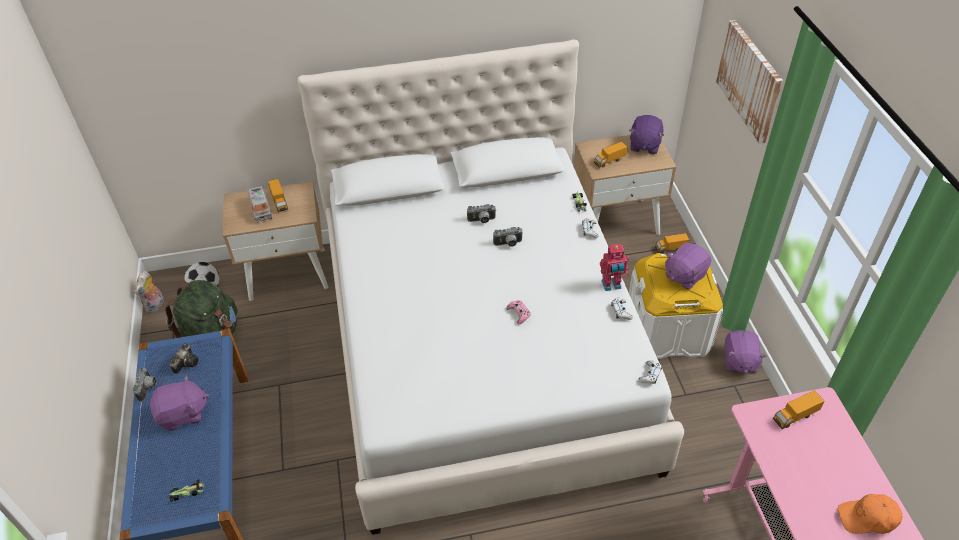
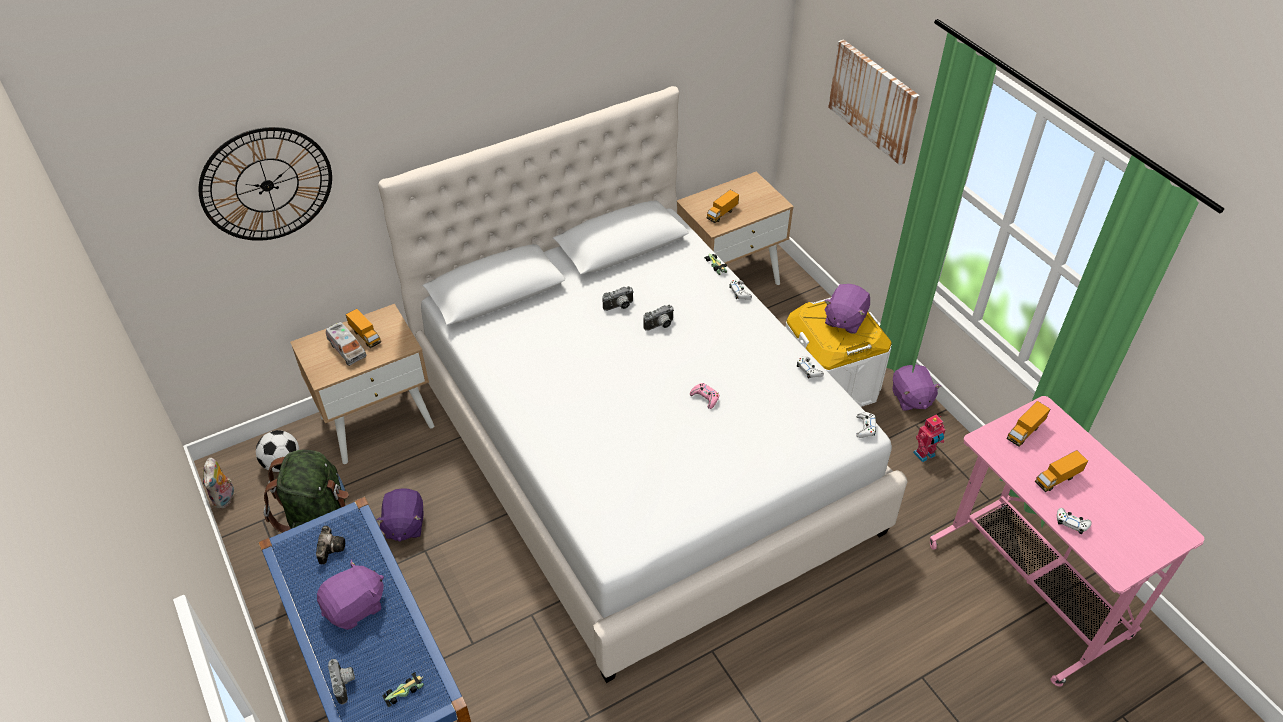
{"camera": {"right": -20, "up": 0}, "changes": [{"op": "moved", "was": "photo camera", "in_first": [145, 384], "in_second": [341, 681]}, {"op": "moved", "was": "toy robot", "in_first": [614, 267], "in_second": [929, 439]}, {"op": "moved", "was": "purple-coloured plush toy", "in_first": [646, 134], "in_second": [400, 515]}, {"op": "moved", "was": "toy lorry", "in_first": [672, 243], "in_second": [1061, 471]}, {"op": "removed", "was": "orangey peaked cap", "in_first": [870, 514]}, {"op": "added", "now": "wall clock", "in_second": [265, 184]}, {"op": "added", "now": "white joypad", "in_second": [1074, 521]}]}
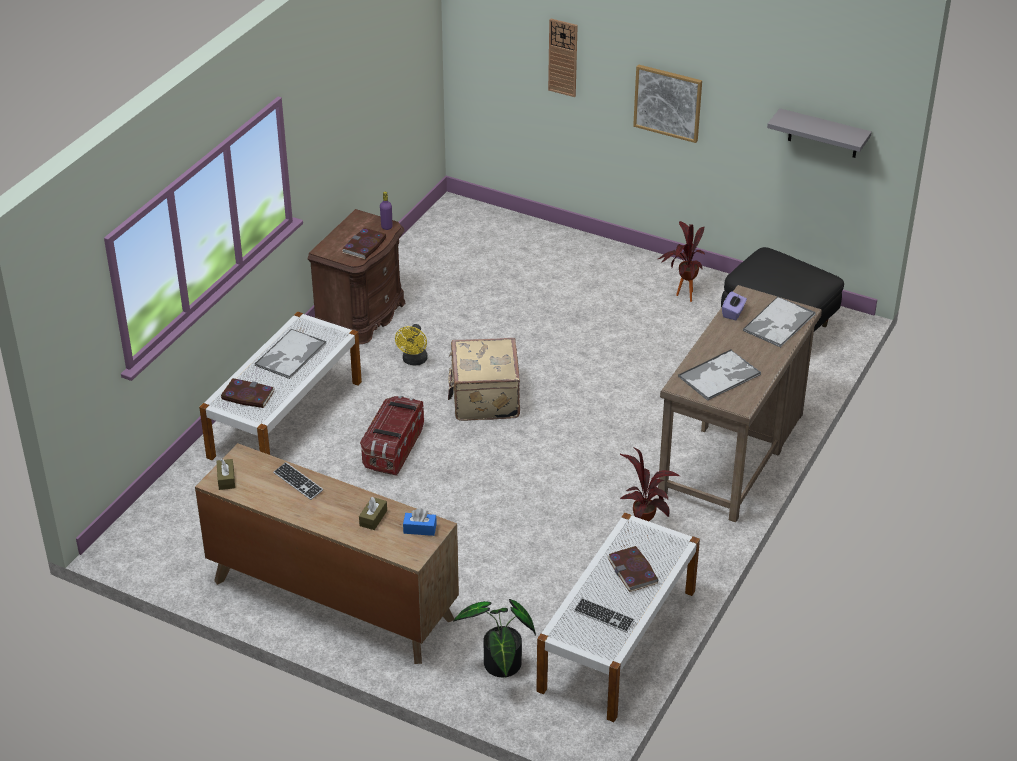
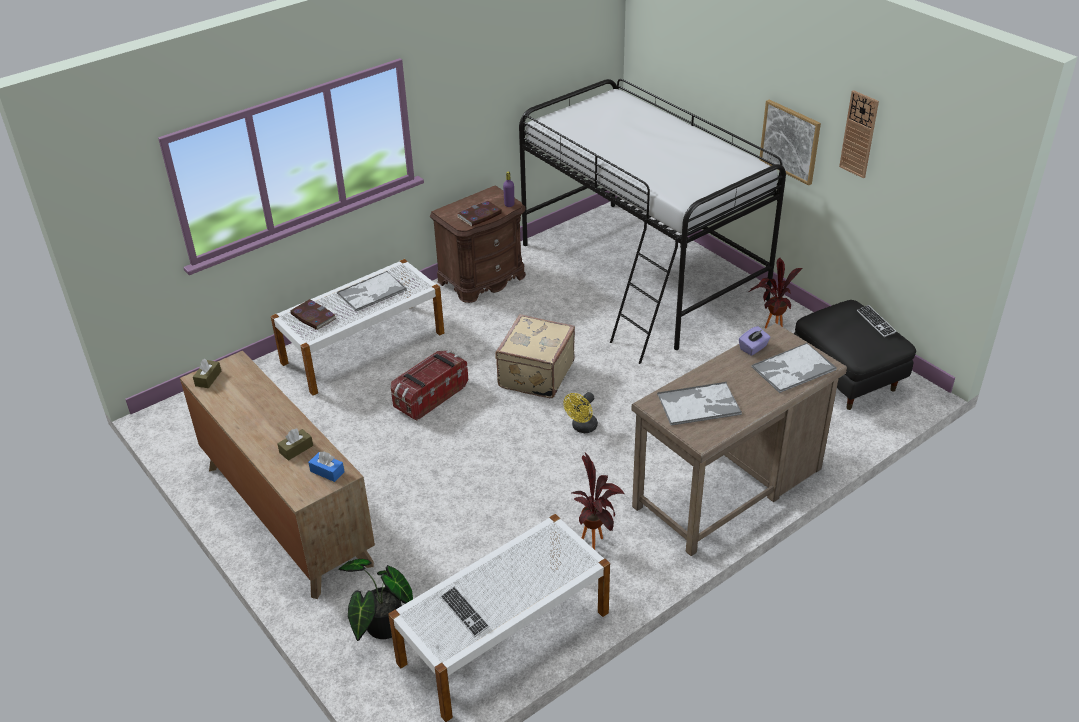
{"camera": {"right": 25, "up": 0}, "changes": [{"op": "moved", "was": "PC keyboard", "in_first": [298, 481], "in_second": [876, 321]}, {"op": "moved", "was": "yellow-coloured cooling fan", "in_first": [411, 344], "in_second": [580, 412]}, {"op": "moved", "was": "wall clock", "in_first": [563, 57], "in_second": [859, 134]}, {"op": "removed", "was": "book", "in_first": [632, 569]}, {"op": "removed", "was": "grey wall shelf", "in_first": [819, 133]}, {"op": "added", "now": "blackish bedroom bed", "in_second": [652, 221]}]}
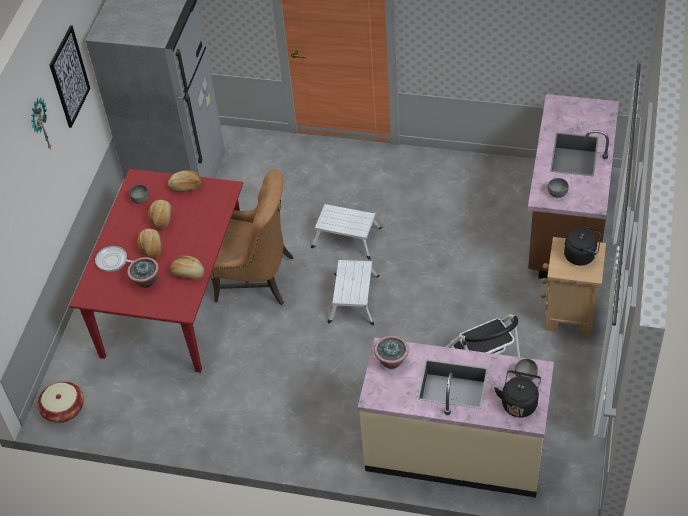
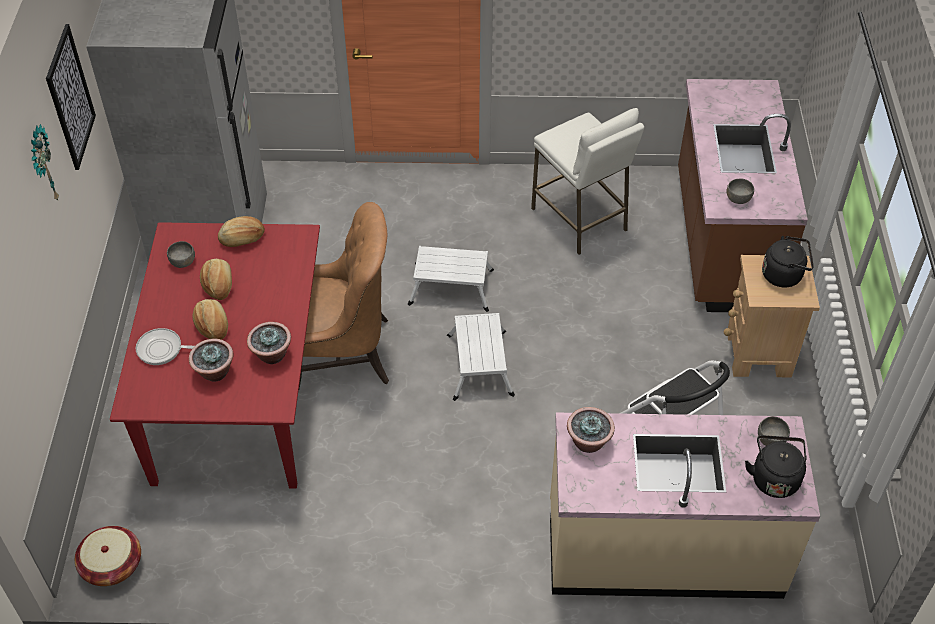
{"camera": {"right": -15, "up": 0}, "changes": [{"op": "replaced", "was": "baked bread", "now": "houseplant", "in_first": [187, 267], "in_second": [269, 343]}, {"op": "added", "now": "white sitting stool", "in_second": [587, 181]}]}
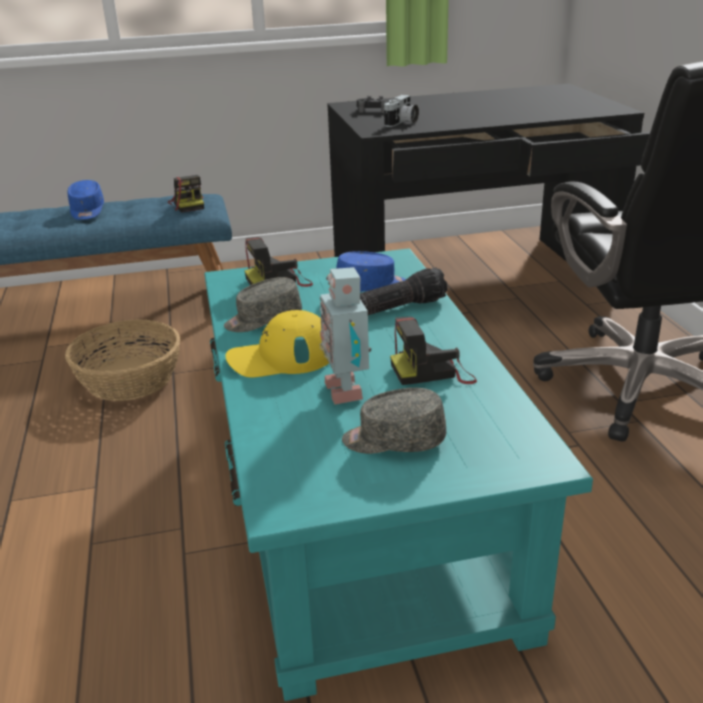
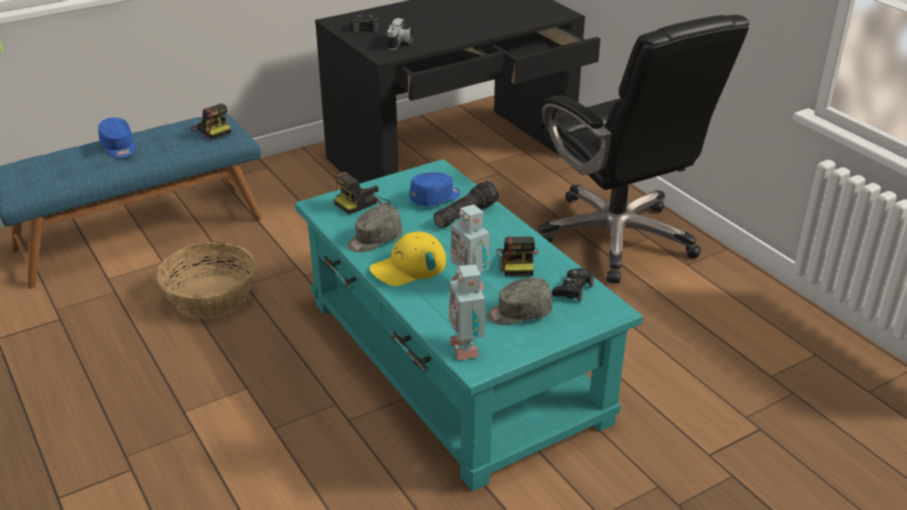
{"camera": {"right": -20, "up": 5}, "changes": [{"op": "turned", "was": "photo camera", "in_first": [433, 351], "in_second": [517, 256], "clockwise": -60}, {"op": "added", "now": "toy robot", "in_second": [467, 312]}, {"op": "added", "now": "blackish joypad", "in_second": [573, 285]}]}
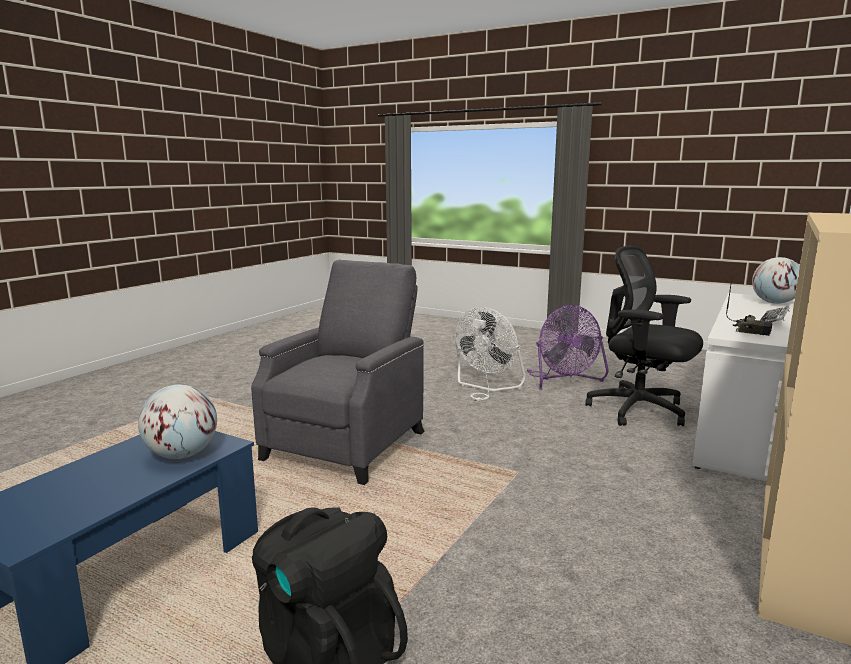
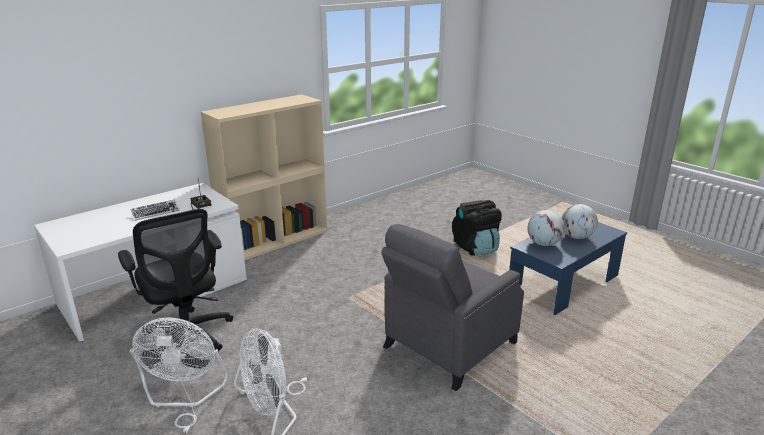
{"camera": {"right": -160, "up": 10}, "changes": [{"op": "recoloured", "was": "purple-coloured cooling fan", "now": "white cooling fan", "in_first": [568, 347], "in_second": [179, 375]}, {"op": "moved", "was": "desk globe", "in_first": [776, 280], "in_second": [579, 221]}]}
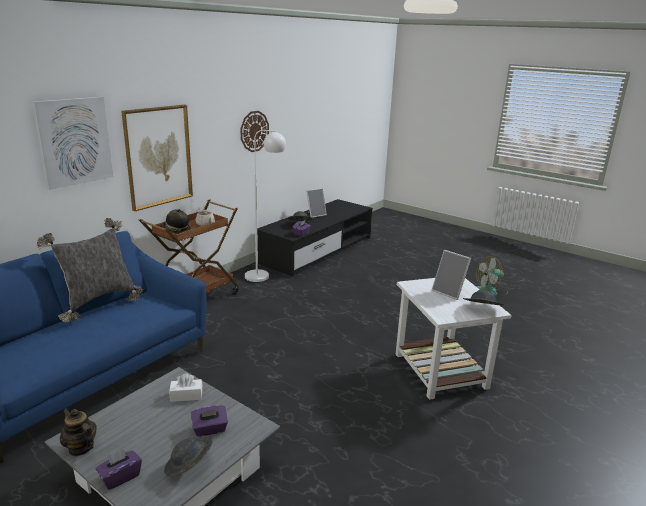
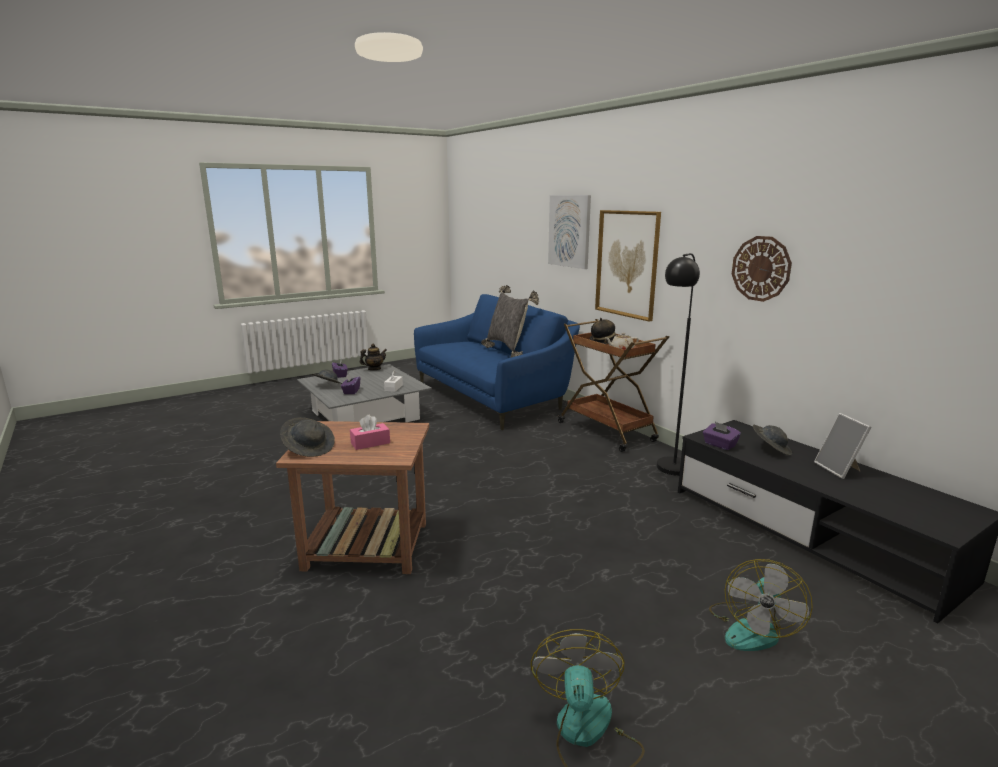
{"camera": {"right": 110, "up": -5}, "changes": [{"op": "recoloured", "was": "white standing lamp", "now": "blackish standing lamp", "in_first": [265, 206], "in_second": [678, 364]}, {"op": "recoloured", "was": "white accent table", "now": "brown-coloured accent table", "in_first": [454, 339], "in_second": [352, 497]}, {"op": "replaced", "was": "photo frame", "now": "pinkish tissue box", "in_first": [451, 275], "in_second": [370, 432]}, {"op": "added", "now": "cooling fan", "in_second": [761, 605]}]}
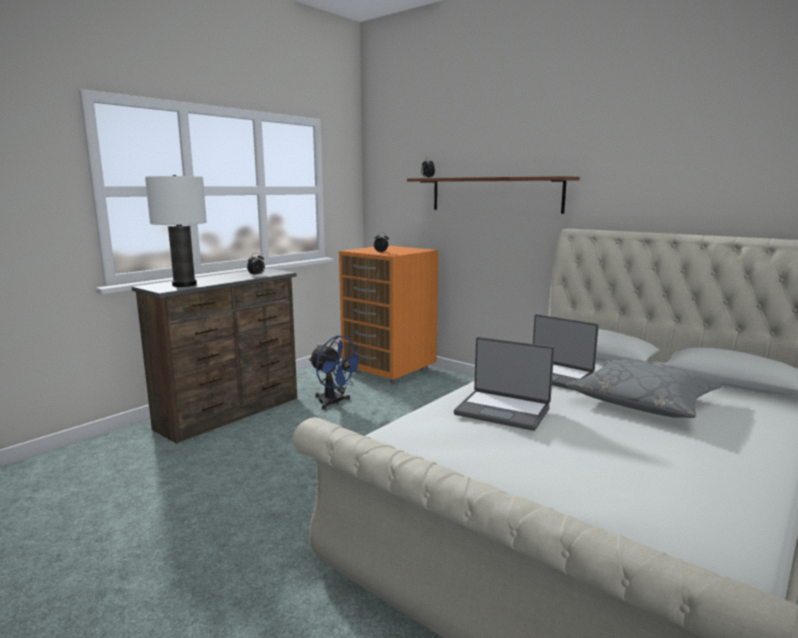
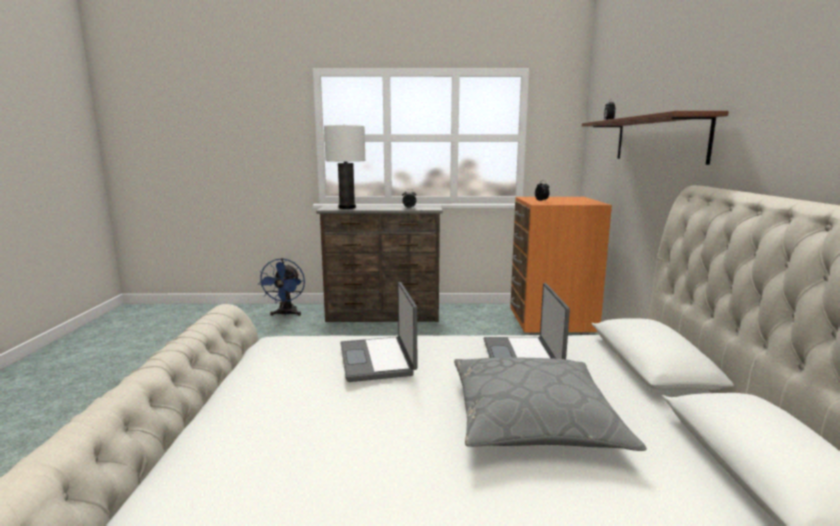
{"camera": {"right": 50, "up": 0}, "changes": [{"op": "moved", "was": "bluish cooling fan", "in_first": [336, 373], "in_second": [281, 287]}]}
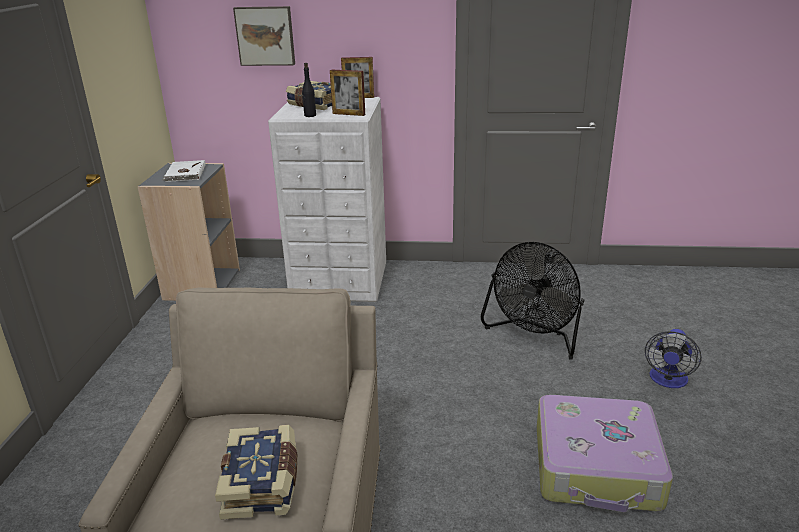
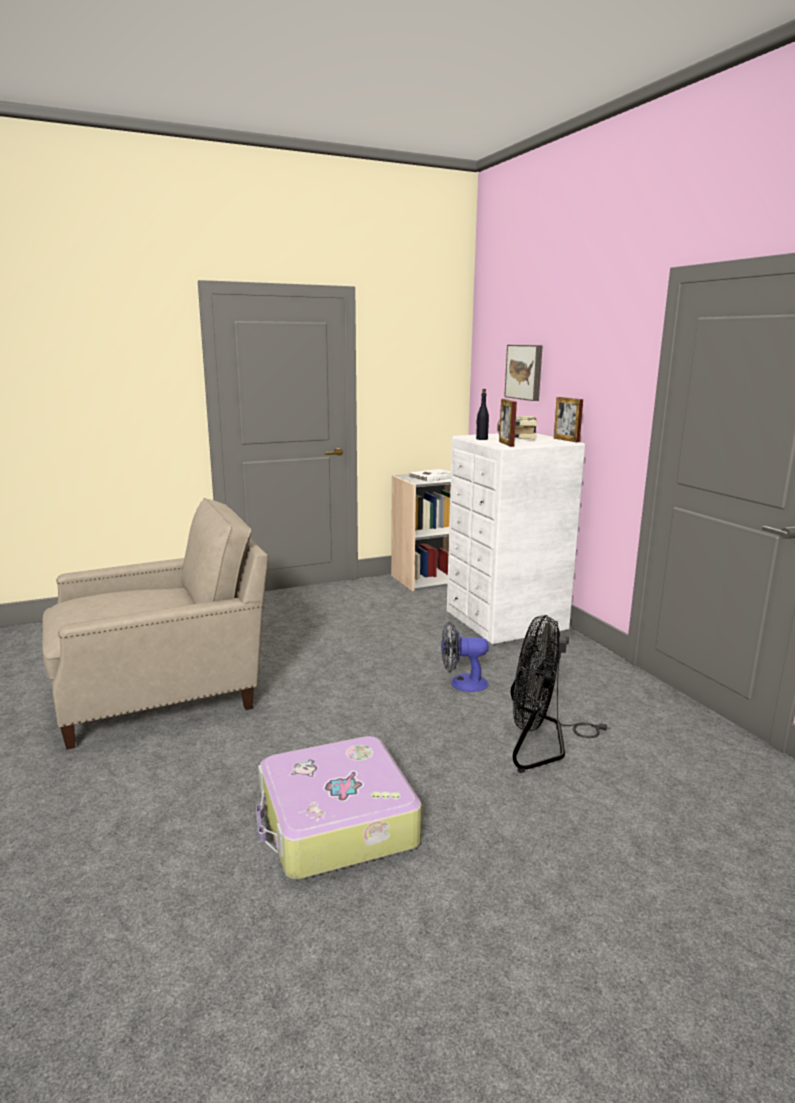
{"camera": {"right": 60, "up": -10}, "changes": [{"op": "removed", "was": "book", "in_first": [256, 472]}, {"op": "moved", "was": "cooling fan", "in_first": [673, 358], "in_second": [465, 657]}]}
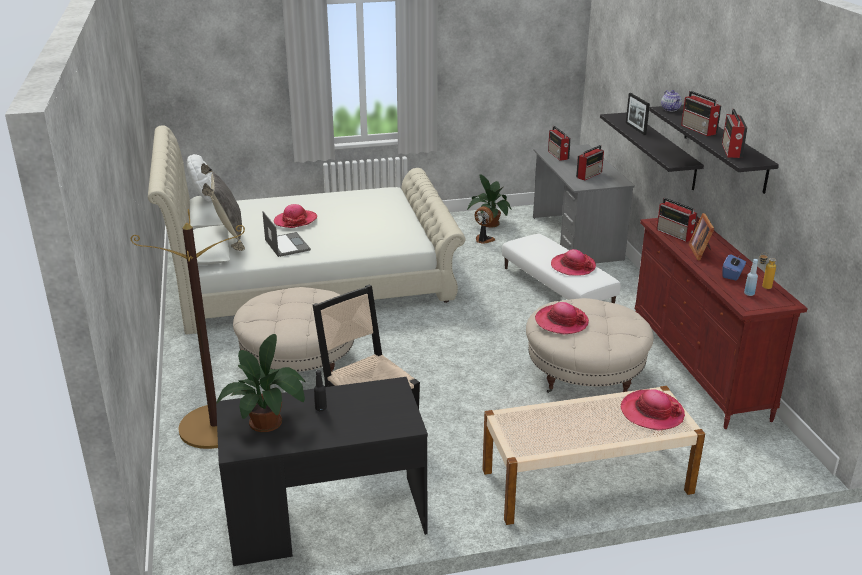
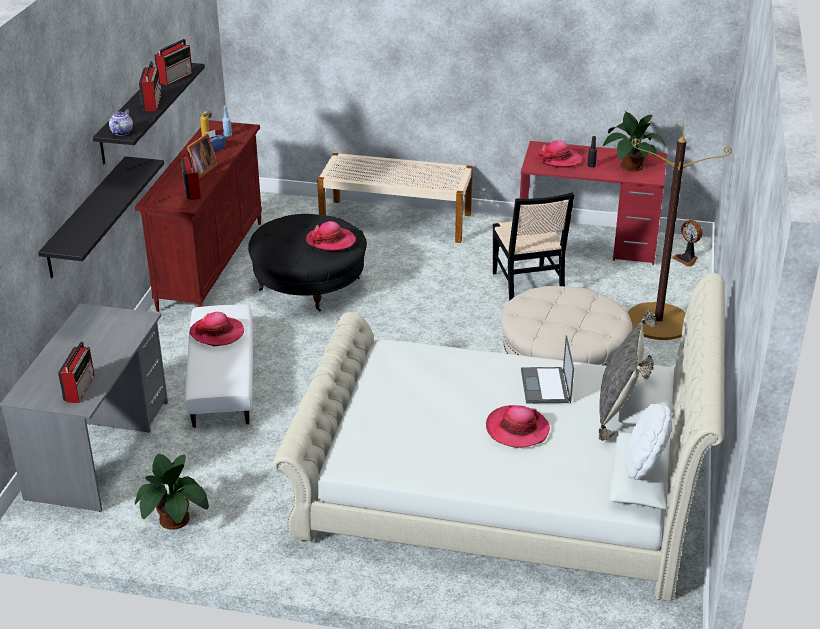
{"camera": {"right": -155, "up": 5}, "changes": [{"op": "recoloured", "was": "blackish desk", "now": "red-coloured desk", "in_first": [322, 471], "in_second": [593, 203]}, {"op": "moved", "was": "cooling fan", "in_first": [484, 225], "in_second": [687, 243]}, {"op": "recoloured", "was": "beige-coloured footrest", "now": "blackish footrest", "in_first": [589, 345], "in_second": [307, 262]}, {"op": "removed", "was": "radio", "in_first": [590, 162]}, {"op": "moved", "was": "wearable hat", "in_first": [652, 409], "in_second": [558, 154]}, {"op": "removed", "was": "photo frame", "in_first": [638, 114]}]}
